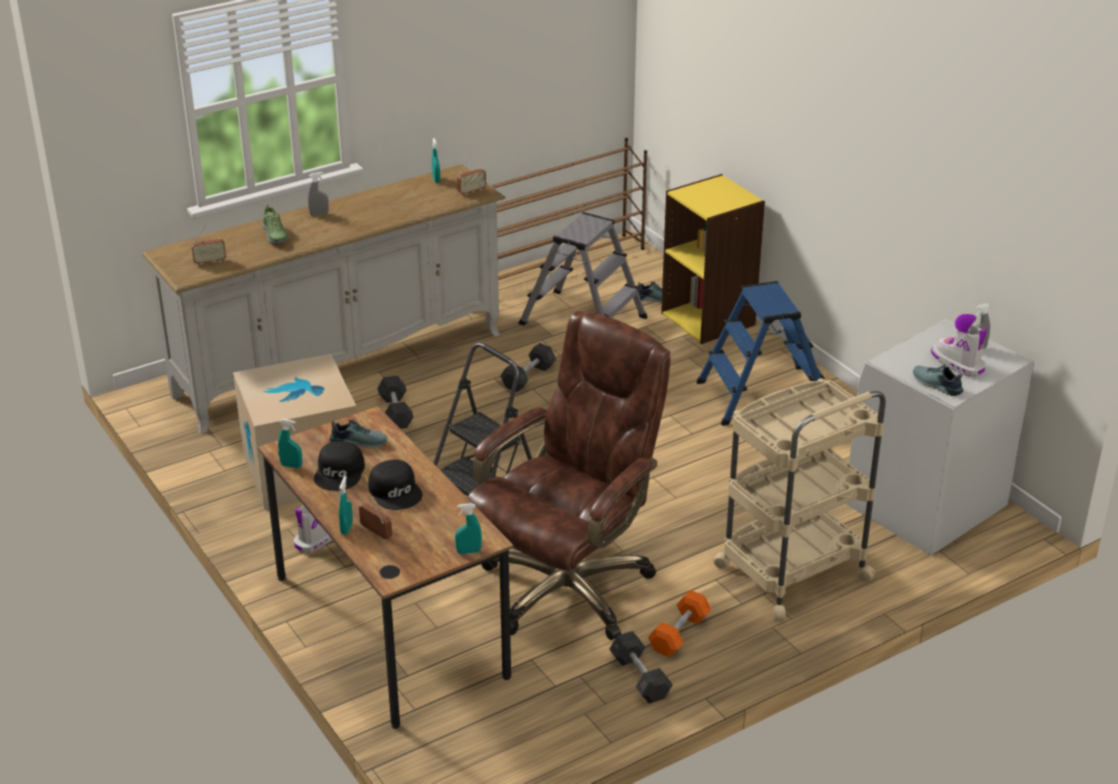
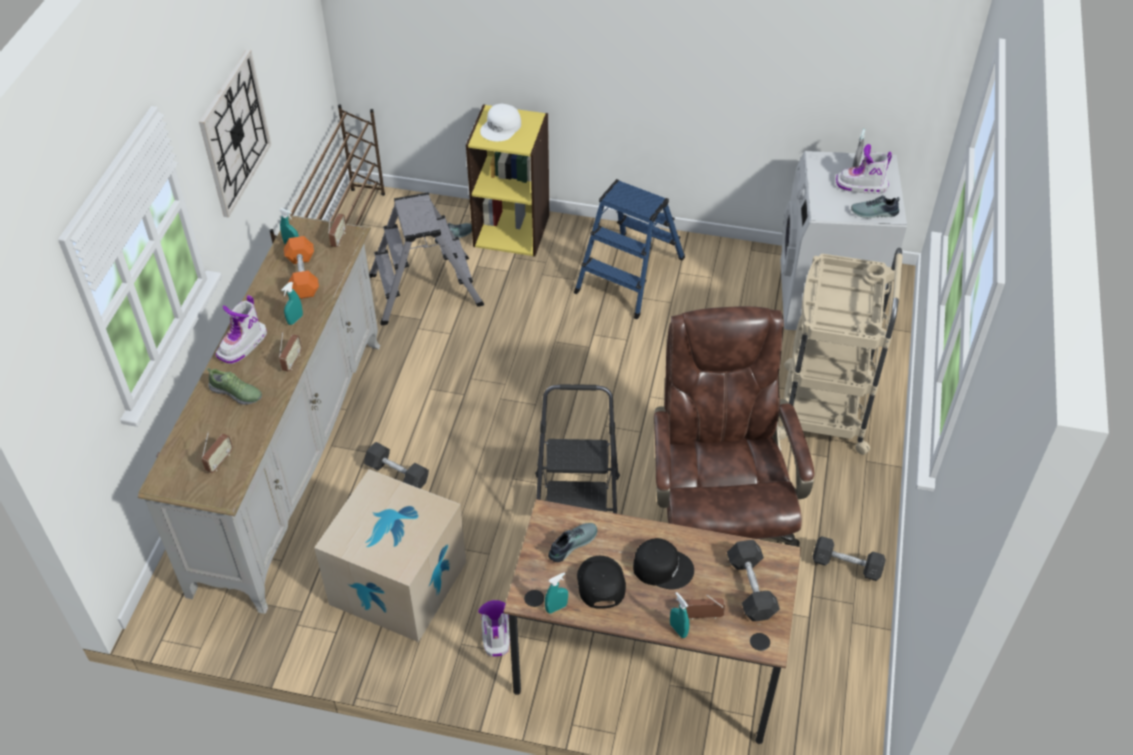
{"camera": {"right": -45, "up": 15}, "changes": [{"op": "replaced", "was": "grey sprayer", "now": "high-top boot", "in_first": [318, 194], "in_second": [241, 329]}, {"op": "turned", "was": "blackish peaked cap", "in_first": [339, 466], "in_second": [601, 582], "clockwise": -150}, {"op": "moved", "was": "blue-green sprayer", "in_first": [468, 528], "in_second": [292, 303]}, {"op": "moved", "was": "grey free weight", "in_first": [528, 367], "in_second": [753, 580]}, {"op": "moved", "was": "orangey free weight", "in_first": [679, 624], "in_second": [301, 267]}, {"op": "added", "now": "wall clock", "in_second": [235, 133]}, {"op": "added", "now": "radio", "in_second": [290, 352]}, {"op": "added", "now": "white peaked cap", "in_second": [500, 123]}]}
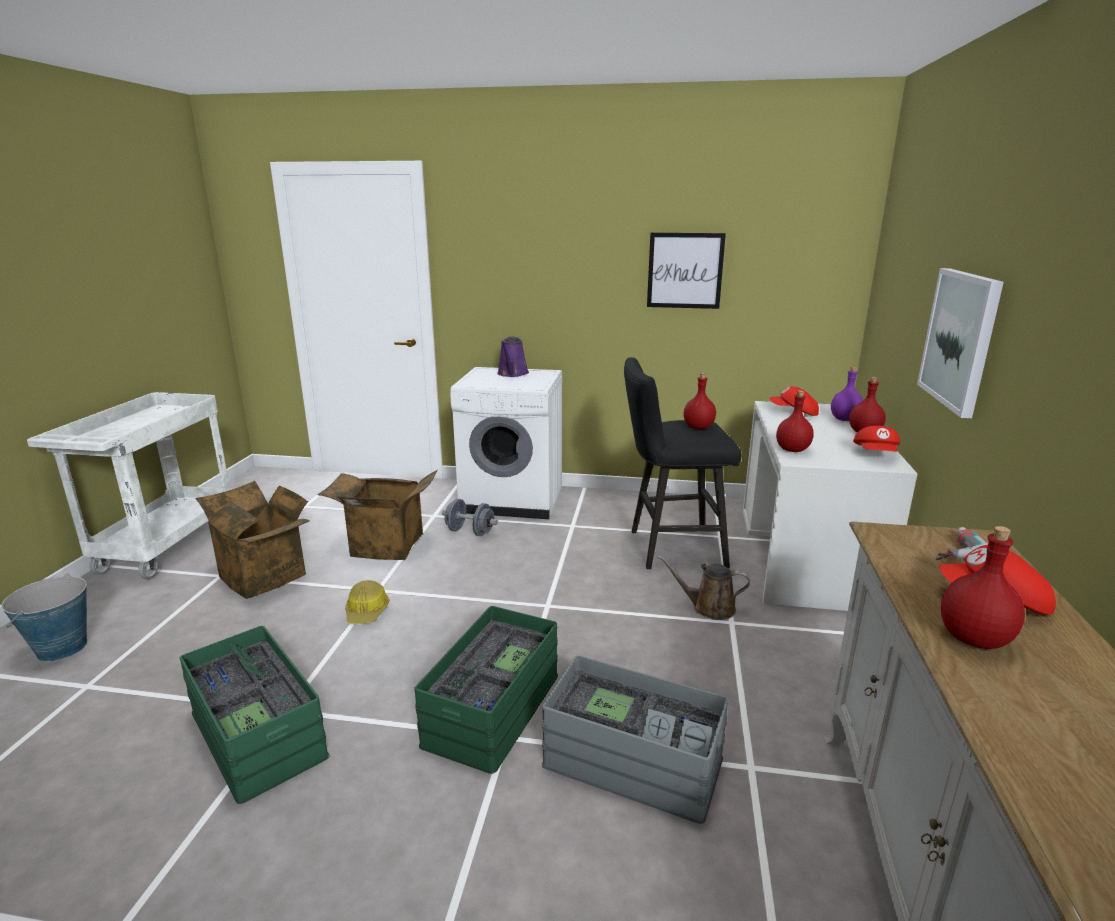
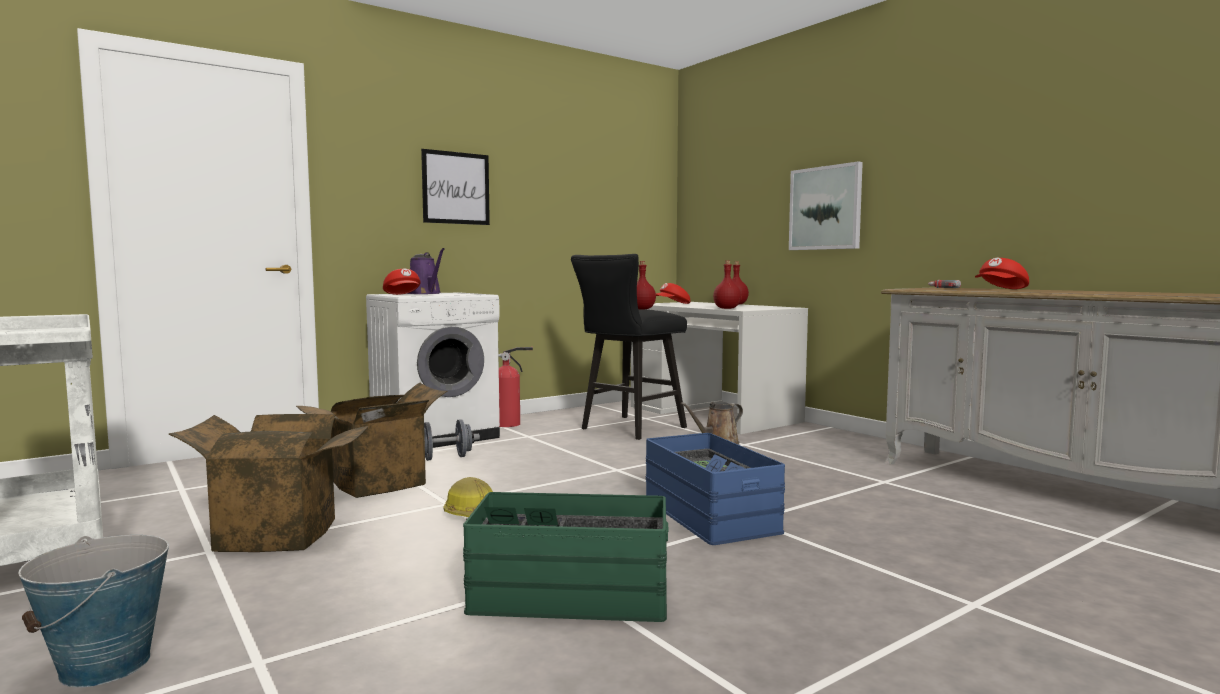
{"camera": {"right": -45, "up": -15}, "changes": [{"op": "recoloured", "was": "green storage bin", "now": "bluish storage bin", "in_first": [486, 690], "in_second": [715, 489]}, {"op": "removed", "was": "grey storage bin", "in_first": [635, 740]}, {"op": "moved", "was": "wall picture", "in_first": [686, 270], "in_second": [455, 187]}, {"op": "removed", "was": "purple-coloured beverage bottle", "in_first": [847, 394]}, {"op": "moved", "was": "red-coloured peaked cap", "in_first": [876, 439], "in_second": [402, 281]}, {"op": "removed", "was": "red-coloured beverage bottle", "in_first": [983, 587]}, {"op": "added", "now": "fire extinguisher", "in_second": [515, 387]}]}
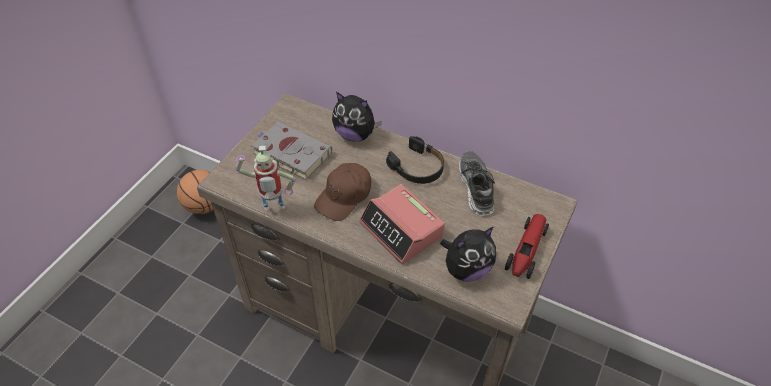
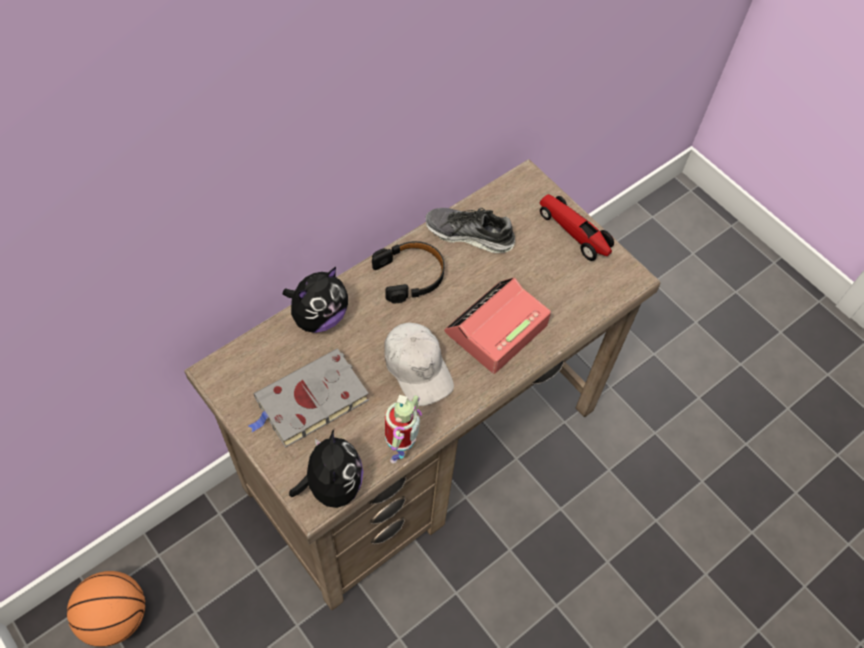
{"camera": {"right": -70, "up": 10}, "changes": [{"op": "recoloured", "was": "brown-coloured peaked cap", "now": "white peaked cap", "in_first": [342, 192], "in_second": [419, 364]}, {"op": "turned", "was": "table clock", "in_first": [402, 224], "in_second": [497, 325], "clockwise": 150}, {"op": "moved", "was": "plush toy", "in_first": [468, 254], "in_second": [326, 468]}]}
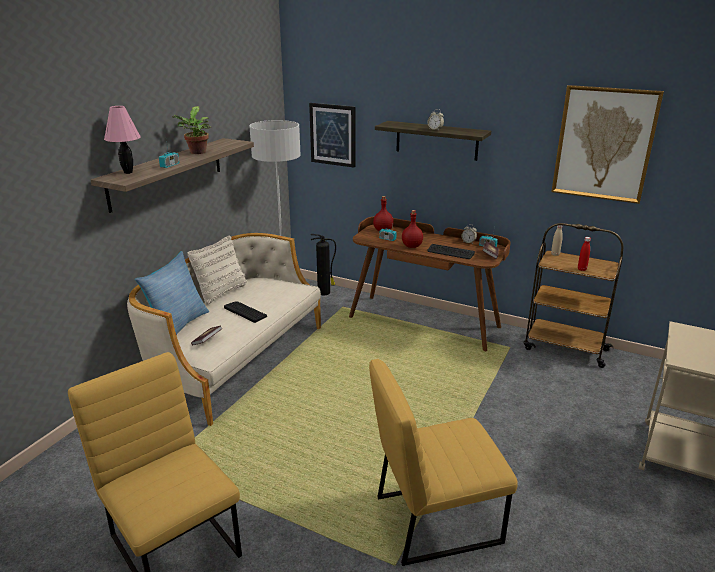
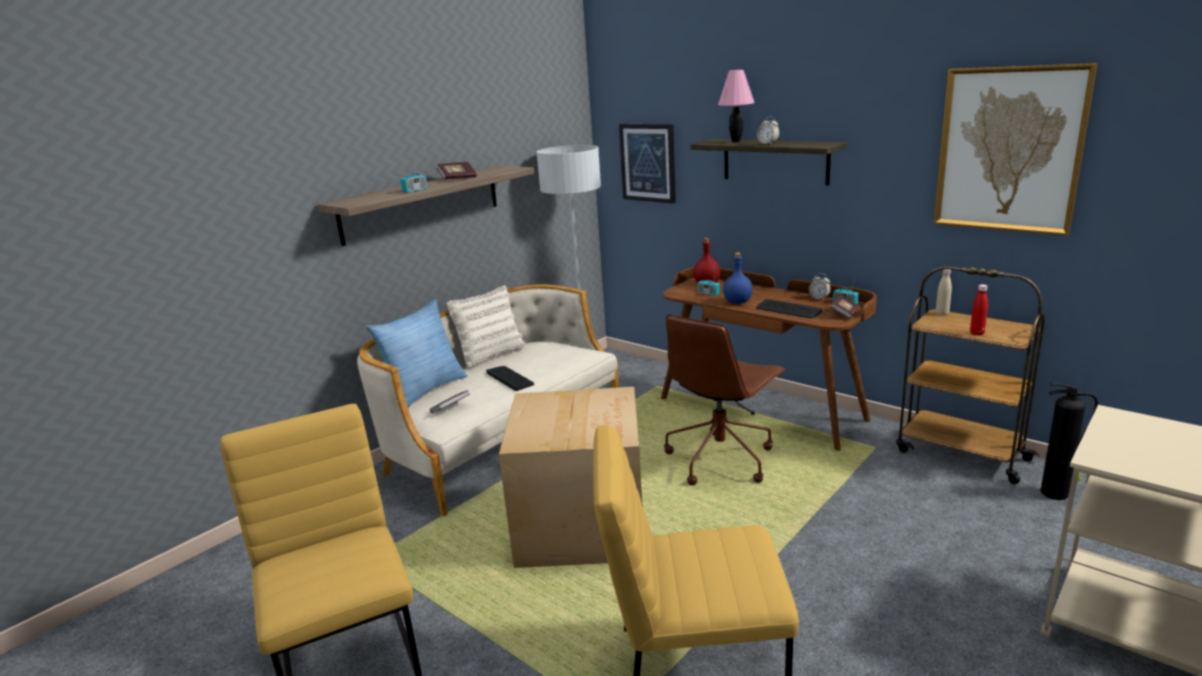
{"camera": {"right": 15, "up": -5}, "changes": [{"op": "moved", "was": "pinkish lamp for a table", "in_first": [122, 140], "in_second": [736, 106]}, {"op": "replaced", "was": "houseplant", "now": "book", "in_first": [191, 130], "in_second": [457, 171]}, {"op": "moved", "was": "fire extinguisher", "in_first": [323, 265], "in_second": [1069, 441]}, {"op": "recoloured", "was": "red-coloured beverage bottle", "now": "bluish beverage bottle", "in_first": [412, 229], "in_second": [738, 278]}, {"op": "added", "now": "cardboard box", "in_second": [571, 477]}, {"op": "added", "now": "brown-coloured desk chair", "in_second": [725, 399]}]}
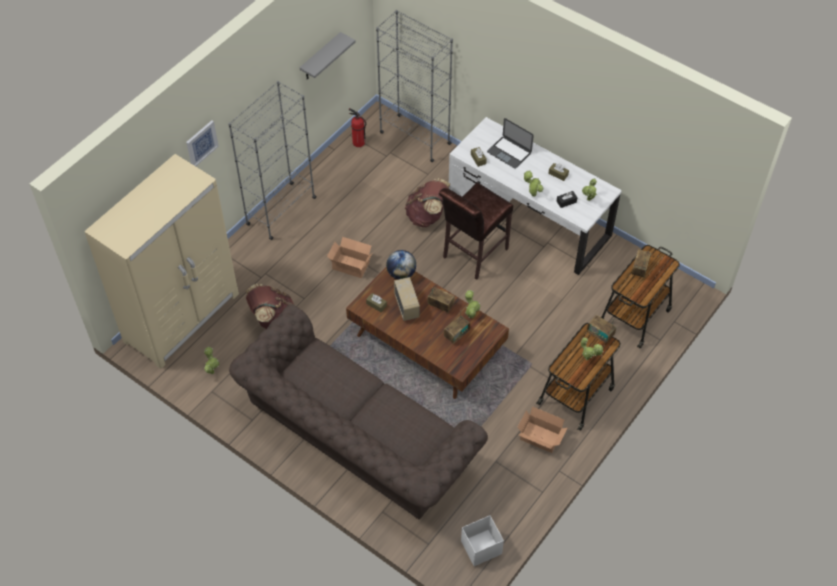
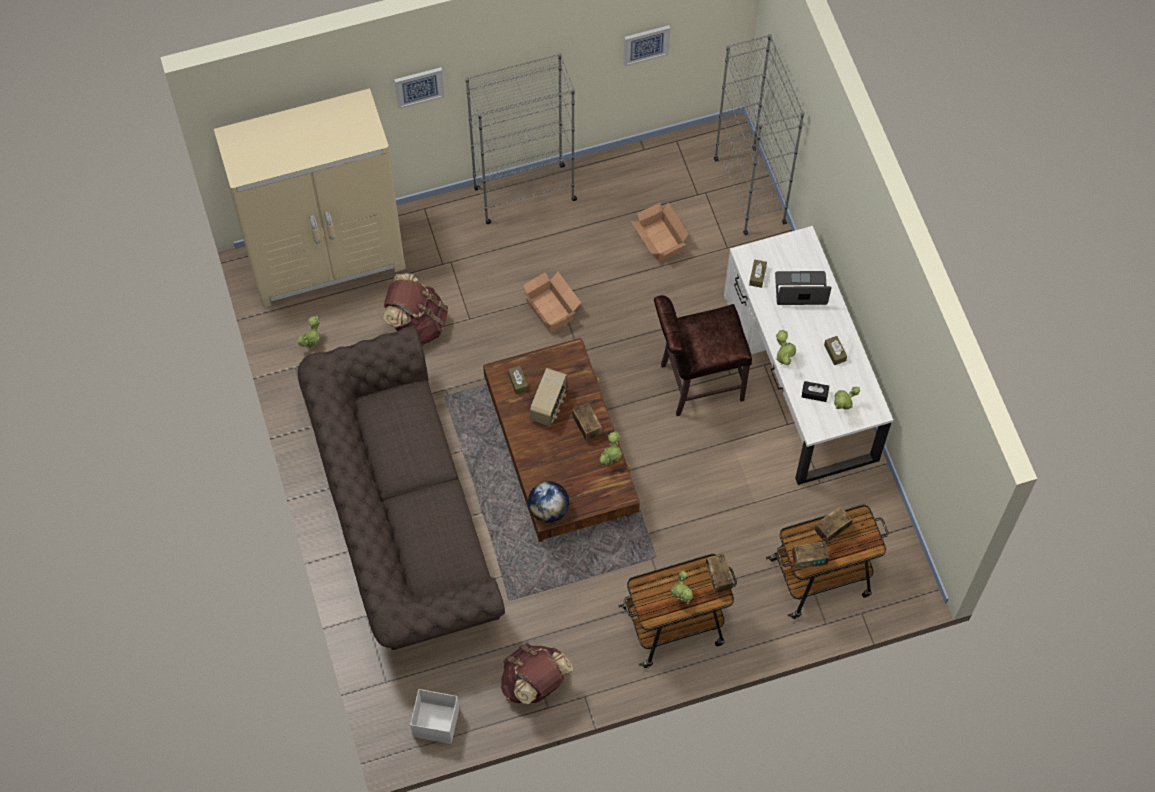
{"camera": {"right": 35, "up": 10}, "changes": [{"op": "replaced", "was": "grey wall shelf", "now": "wall picture", "in_first": [328, 56], "in_second": [646, 46]}, {"op": "removed", "was": "fire extinguisher", "in_first": [357, 127]}, {"op": "moved", "was": "desk globe", "in_first": [401, 265], "in_second": [548, 502]}, {"op": "moved", "was": "brown-coloured backpack", "in_first": [427, 202], "in_second": [537, 673]}, {"op": "moved", "was": "radio", "in_first": [457, 330], "in_second": [810, 553]}, {"op": "turned", "was": "portable computer", "in_first": [510, 143], "in_second": [803, 288], "clockwise": 105}, {"op": "moved", "was": "cardboard box", "in_first": [542, 429], "in_second": [660, 232]}]}
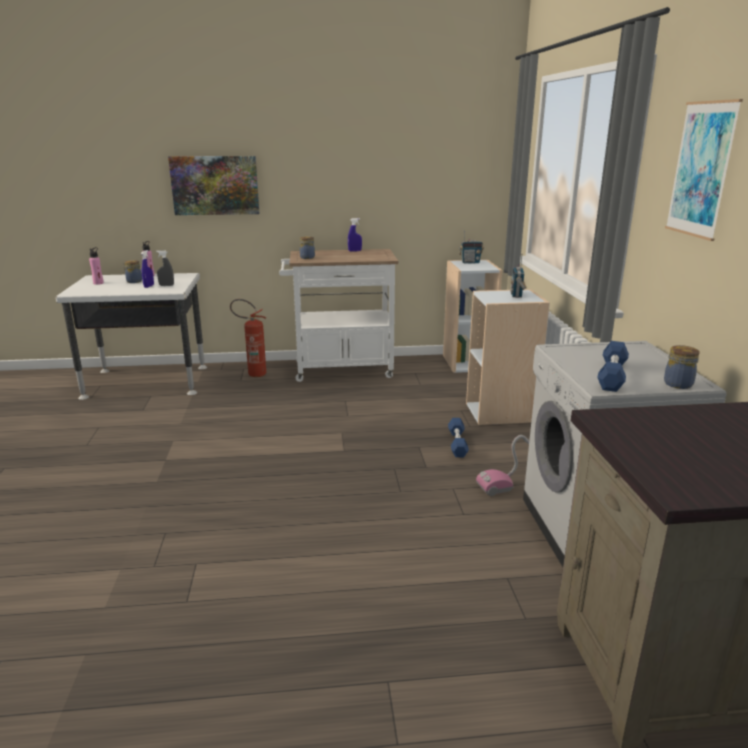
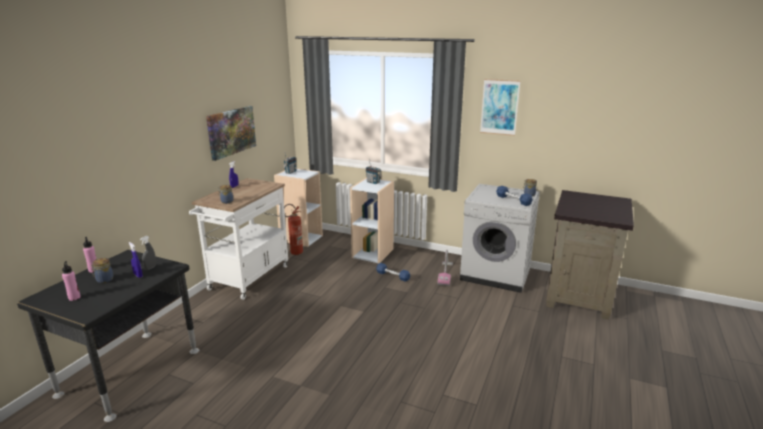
{"camera": {"right": -60, "up": 0}, "changes": [{"op": "recoloured", "was": "white desk", "now": "blackish desk", "in_first": [131, 336], "in_second": [108, 336]}, {"op": "moved", "was": "wall picture", "in_first": [214, 185], "in_second": [231, 133]}, {"op": "moved", "was": "fire extinguisher", "in_first": [248, 338], "in_second": [293, 229]}]}
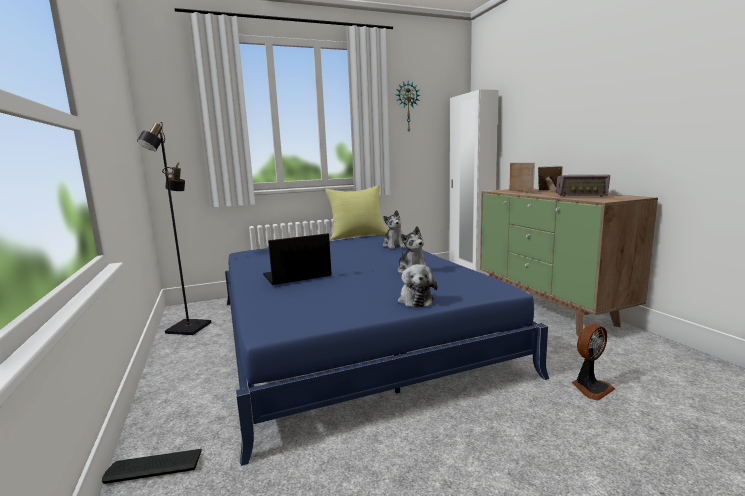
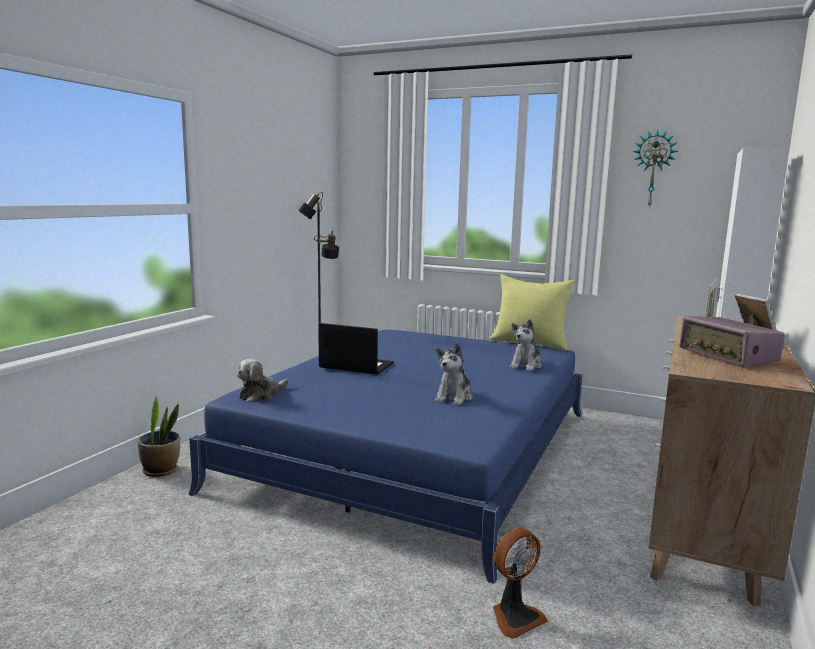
{"camera": {"right": 45, "up": 0}, "changes": [{"op": "replaced", "was": "PC keyboard", "now": "houseplant", "in_first": [152, 466], "in_second": [159, 436]}, {"op": "moved", "was": "plush toy", "in_first": [418, 286], "in_second": [262, 380]}, {"op": "turned", "was": "cooling fan", "in_first": [593, 362], "in_second": [520, 583], "clockwise": -45}]}
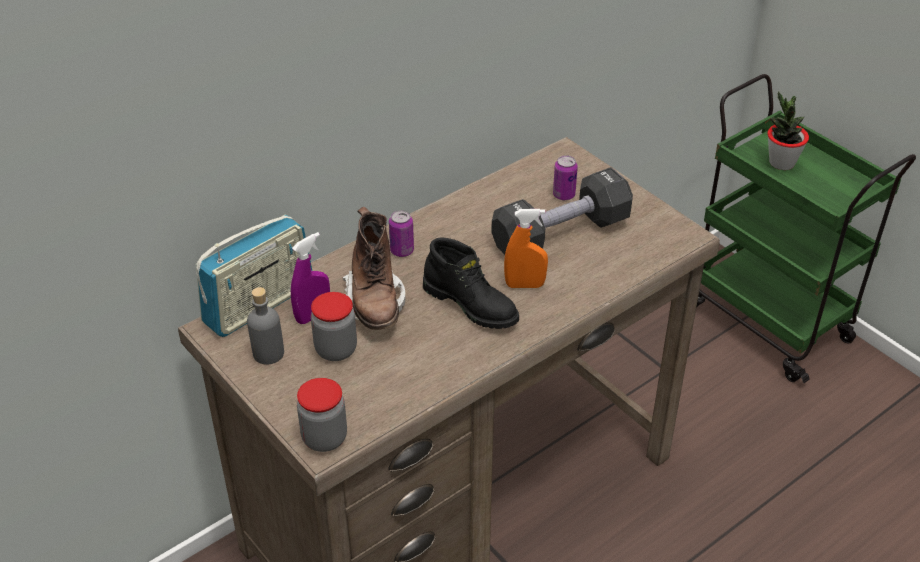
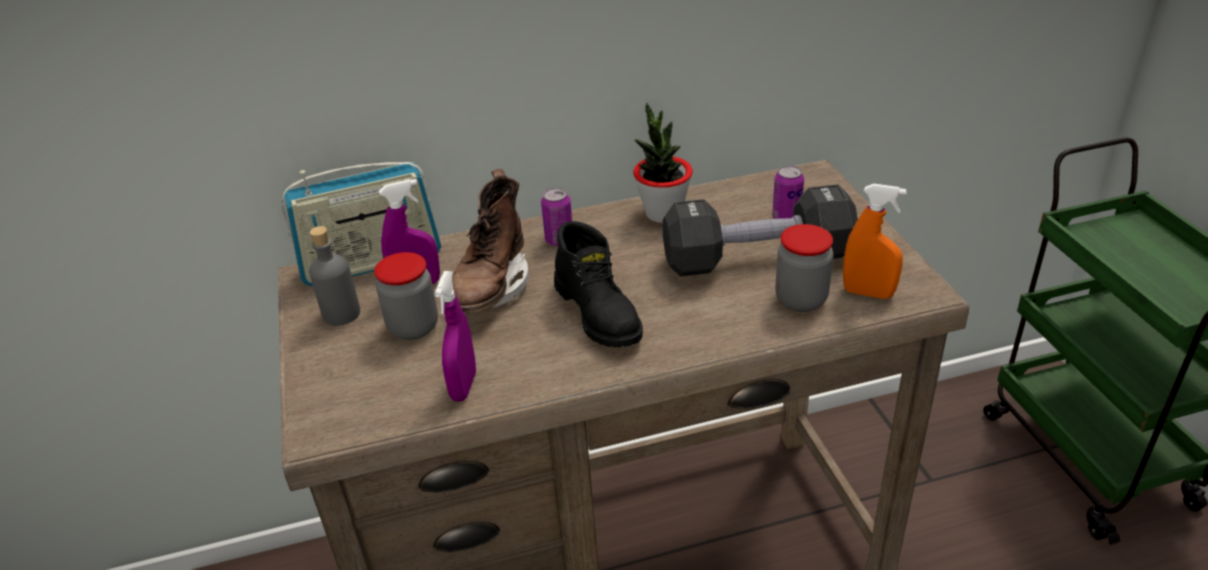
{"camera": {"right": 25, "up": -5}, "changes": [{"op": "moved", "was": "jar", "in_first": [322, 415], "in_second": [804, 268]}, {"op": "moved", "was": "orangey sprayer", "in_first": [526, 248], "in_second": [875, 241]}, {"op": "moved", "was": "houseplant", "in_first": [788, 130], "in_second": [663, 162]}, {"op": "added", "now": "purple-coloured sprayer", "in_second": [455, 336]}]}
